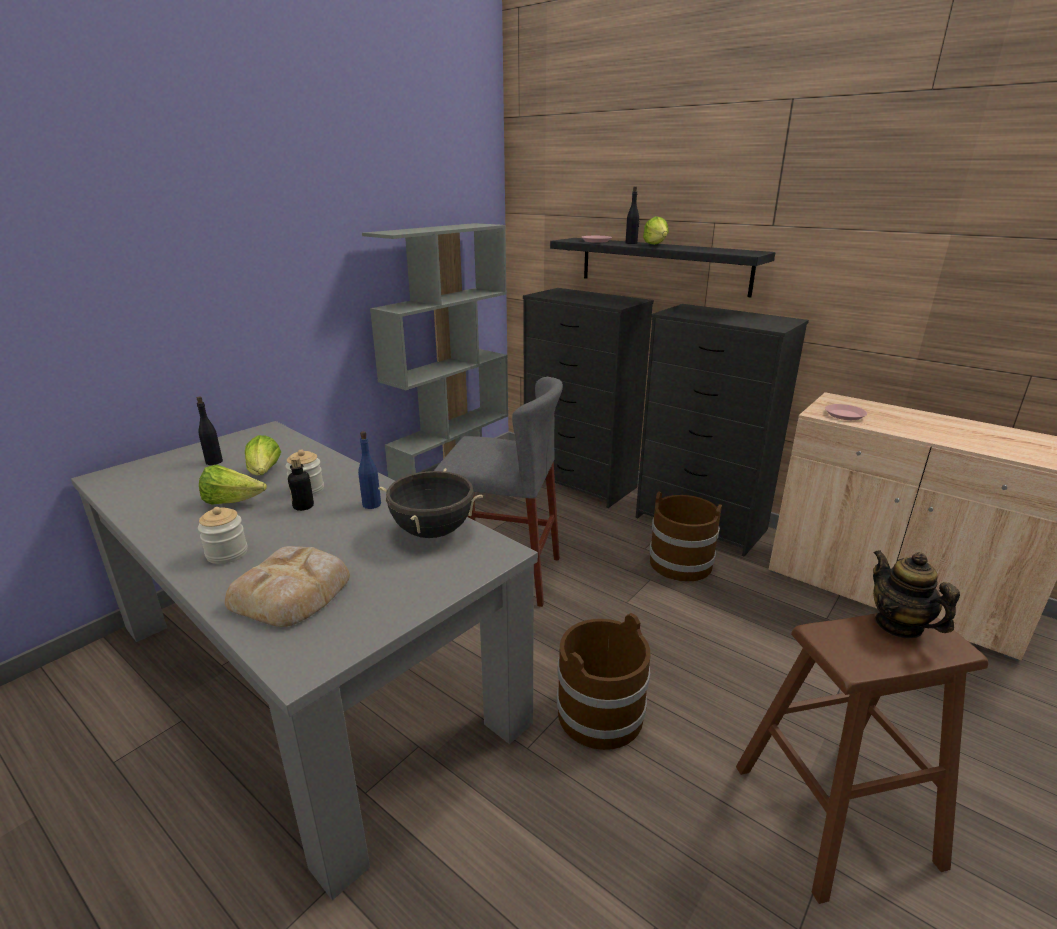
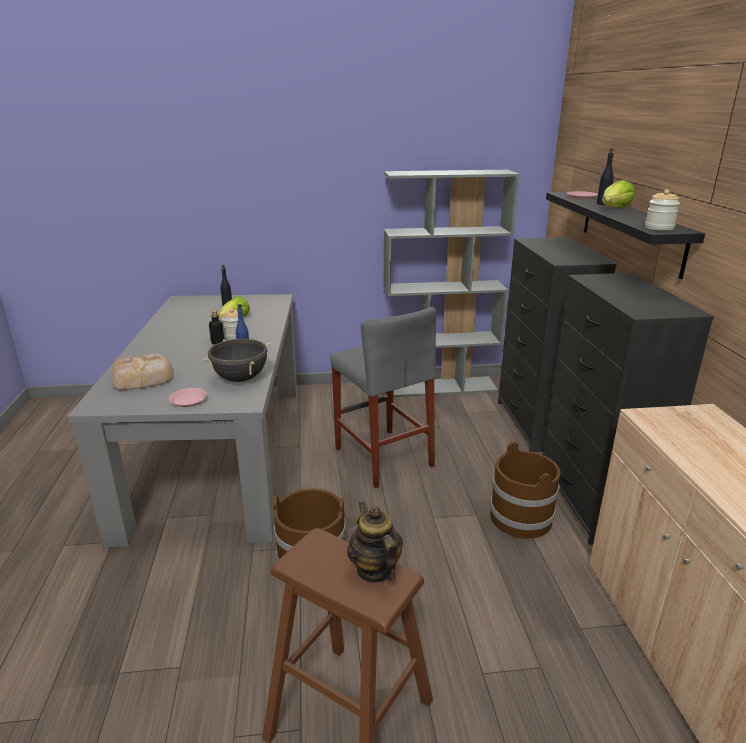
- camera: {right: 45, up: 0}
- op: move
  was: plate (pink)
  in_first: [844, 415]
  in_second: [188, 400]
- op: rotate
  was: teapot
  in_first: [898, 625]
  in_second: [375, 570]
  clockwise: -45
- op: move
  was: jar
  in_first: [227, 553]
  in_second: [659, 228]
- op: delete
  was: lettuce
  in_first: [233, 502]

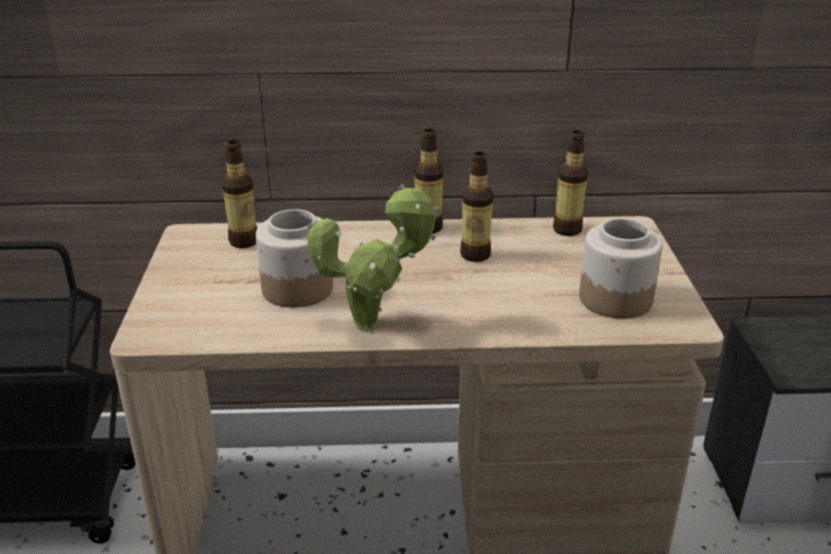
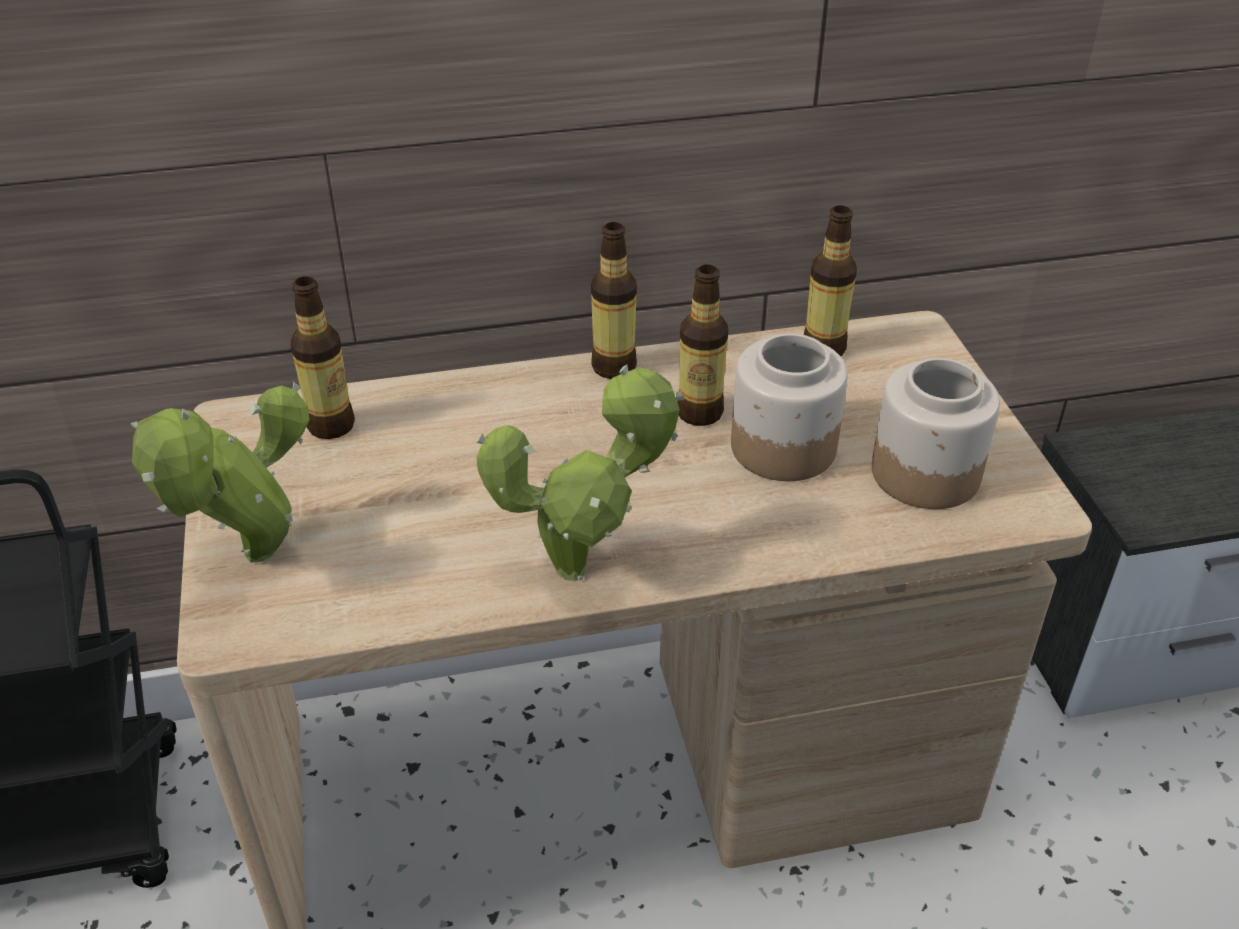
- camera: {right: -10, up: 10}
- op: insert
  now: potted plant
  in_second: [253, 561]
- op: move
  was: jar
  in_first: [296, 289]
  in_second: [782, 448]

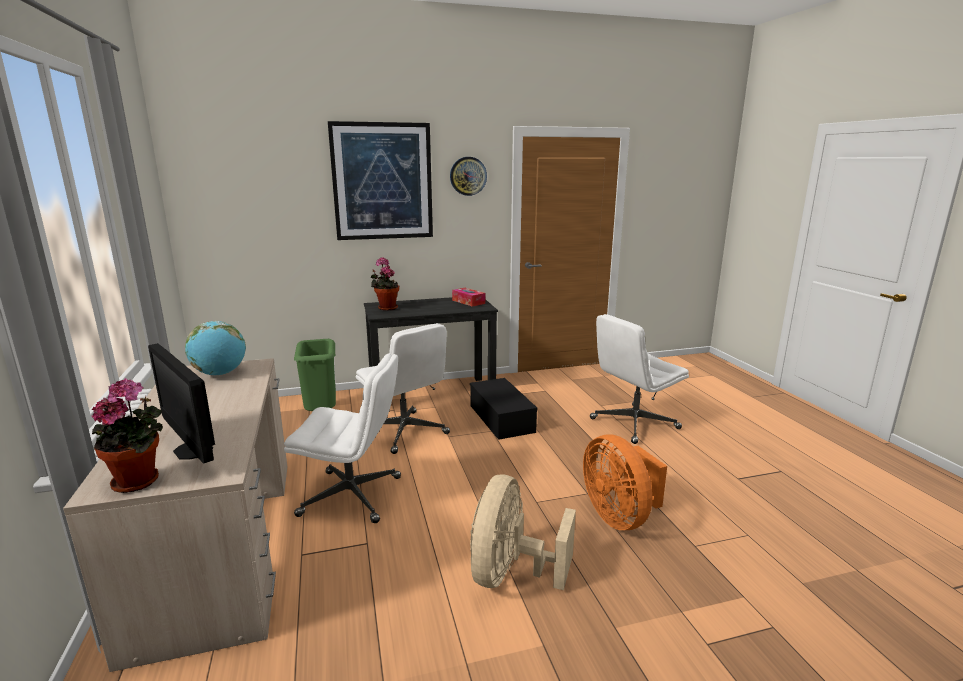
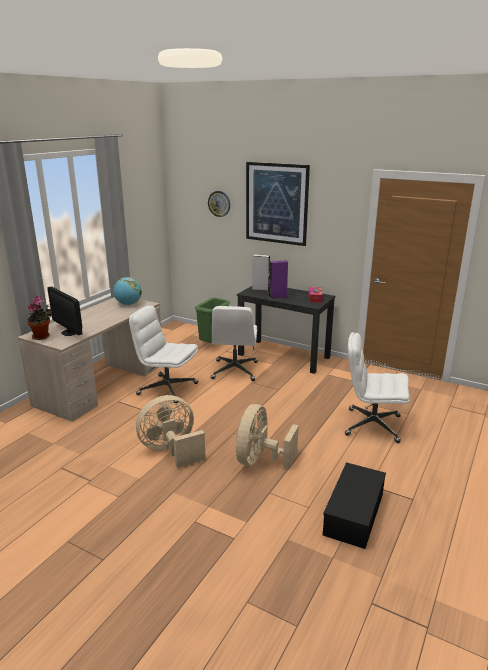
- camera: {right: 45, up: 5}
- op: rotate
  was: monitor
  in_first: [193, 450]
  in_second: [69, 332]
  clockwise: -45
- op: rotate
  was: office chair (white)
  in_first: [352, 496]
  in_second: [167, 389]
  clockwise: 150
- op: move
  was: wall clock
  in_first: [468, 176]
  in_second: [219, 203]
- op: recolor
  was: fan (orange)
  now: fan (beige)
  in_first: [619, 516]
  in_second: [260, 460]
- op: replace
  was: potted plant
  now: speaker (grey)
  in_first: [386, 308]
  in_second: [260, 289]
- op: insert
  now: speaker (purple)
  in_second: [277, 296]
- op: move
  was: storage box (black)
  in_first: [502, 419]
  in_second: [354, 515]

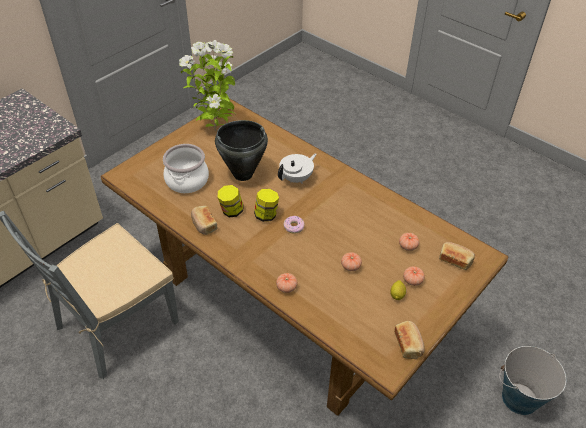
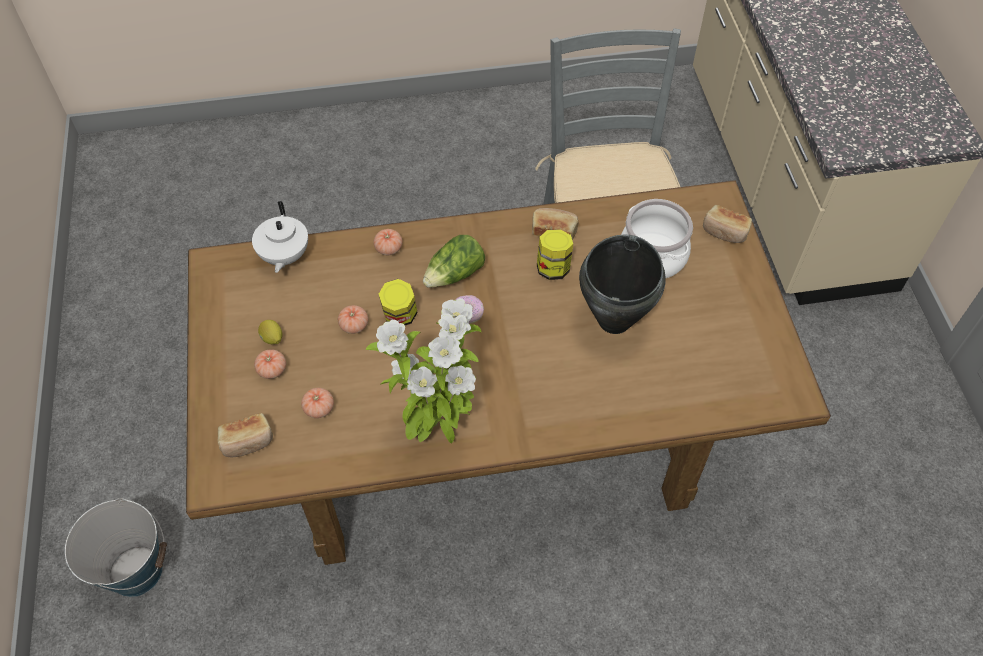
- camera: {right: 130, up: 10}
- op: move
  was: teapot (white)
  in_first: [297, 178]
  in_second: [284, 256]
- op: move
  was: potted plant
  in_first: [216, 130]
  in_second: [438, 428]
- op: move
  was: jar
  in_first: [266, 215]
  in_second: [400, 316]
- op: insert
  now: lettuce
  in_second: [455, 274]
- op: move
  was: bread
  in_first: [408, 344]
  in_second: [725, 231]

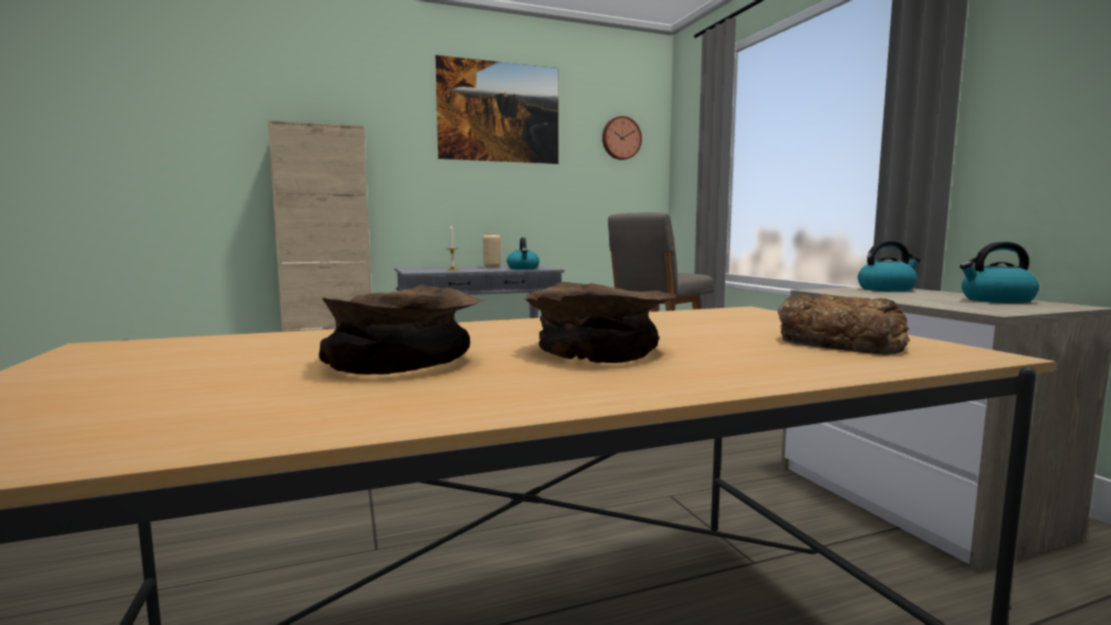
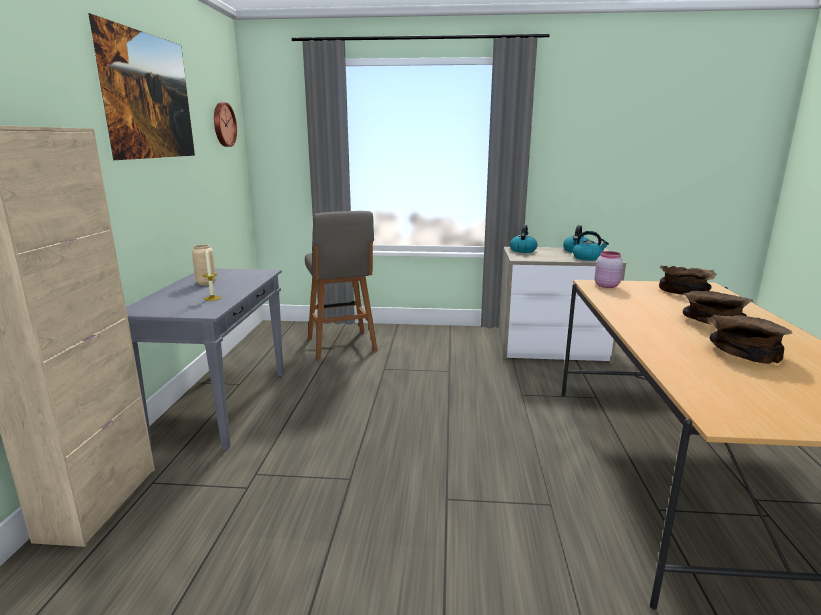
- camera: {right: -65, up: 10}
- op: move
  was: kettle
  in_first: [523, 268]
  in_second: [587, 258]
- op: insert
  now: jar (pink)
  in_second: [606, 285]
- op: replace
  was: bread
  now: bowl (brown)
  in_first: [839, 342]
  in_second: [685, 291]

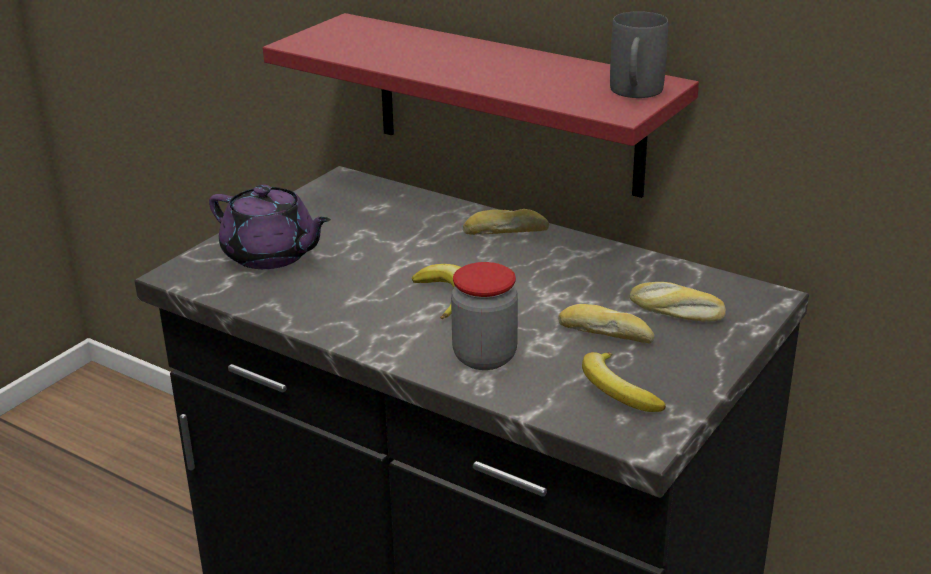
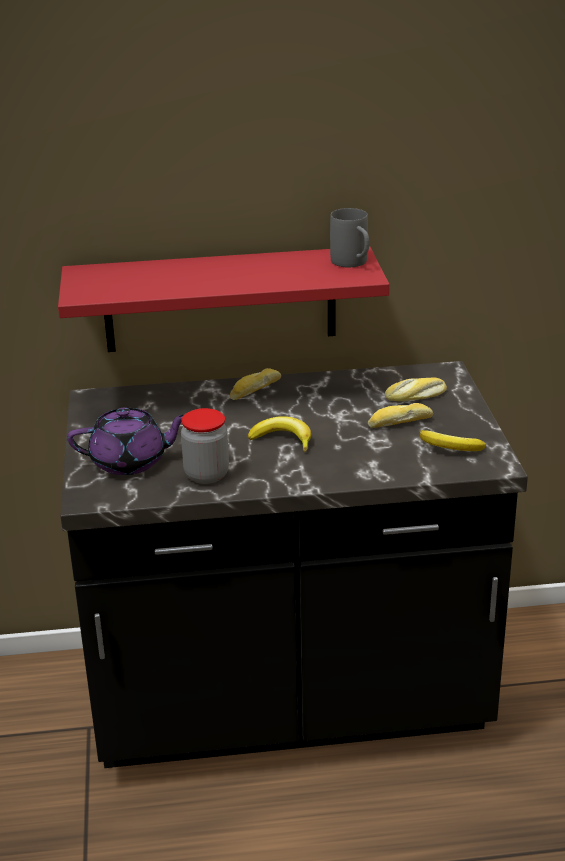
- camera: {right: -40, up: 0}
- op: move
  was: jar
  in_first: [484, 357]
  in_second: [206, 475]

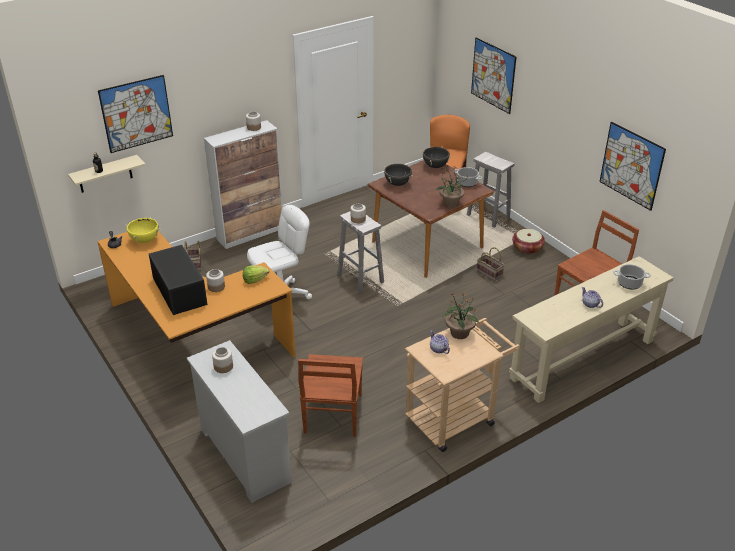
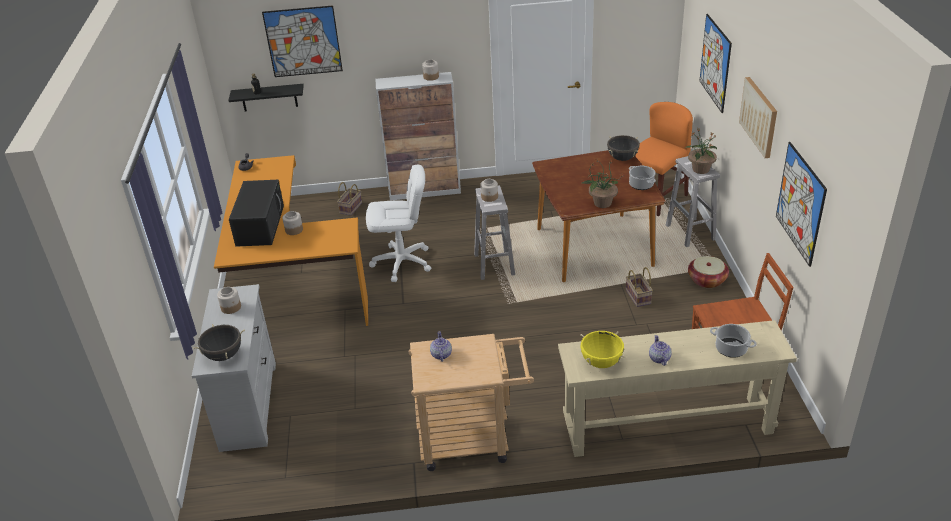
- camera: {right: 30, up: 0}
- op: move
  was: cooking pot (black)
  in_first: [397, 183]
  in_second: [224, 355]
- op: recolor
  was: shelf (beige)
  now: shelf (black)
  in_first: [105, 174]
  in_second: [269, 97]
- op: move
  was: cooking pot (yellow)
  in_first: [144, 240]
  in_second: [601, 362]
- op: move
  was: potted plant
  in_first: [459, 333]
  in_second: [700, 170]
- op: insert
  now: picture
  in_second: [759, 116]
- op: delete
  was: lettuce
  in_first: [254, 280]
- op: delete
  was: chair (brown)
  in_first: [332, 415]

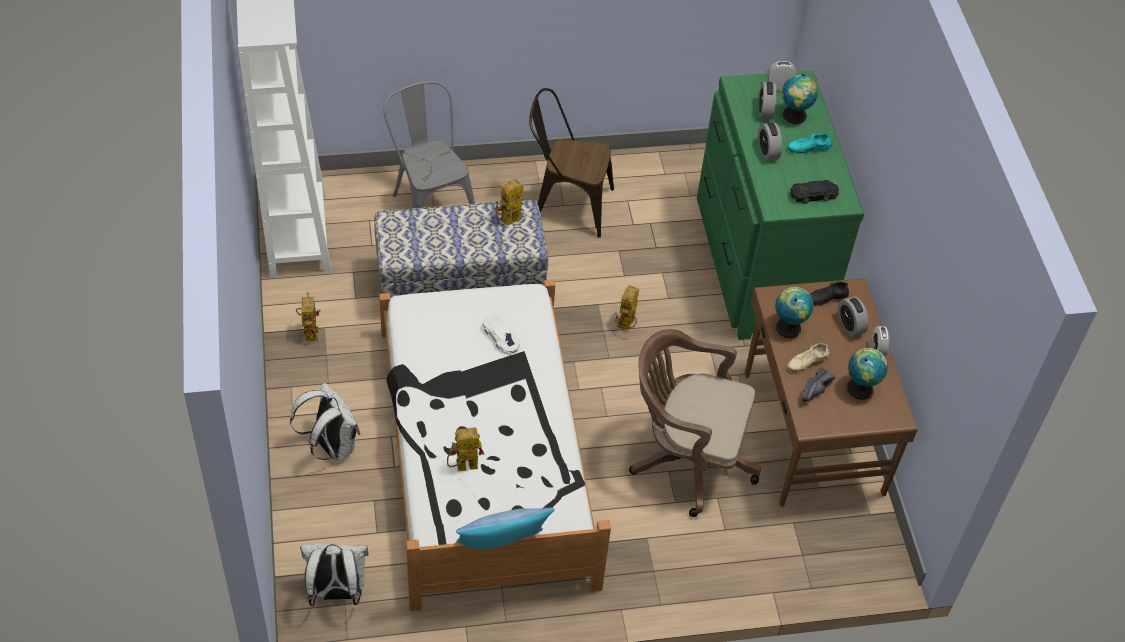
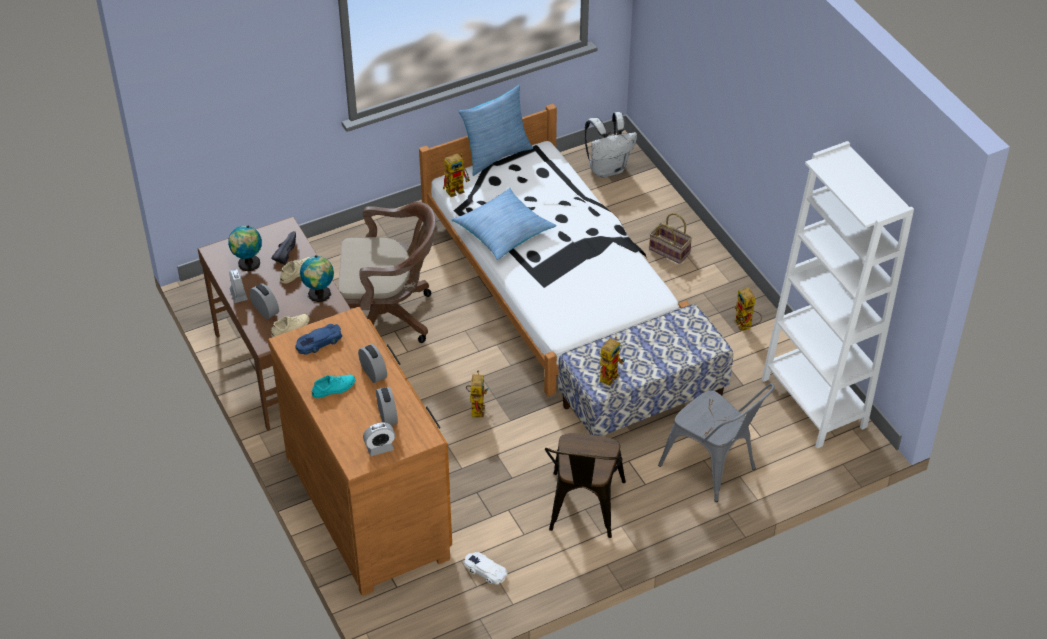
- camera: {right: 165, up: -5}
- op: recolor
  was: dresser (green)
  now: dresser (brown)
  in_first: [758, 264]
  in_second: [369, 505]
- op: recolor
  was: shoe (black)
  now: shoe (beige)
  in_first: [826, 297]
  in_second: [291, 328]
- op: recolor
  was: toy car (black)
  now: toy car (blue)
  in_first: [814, 194]
  in_second: [318, 342]
- op: move
  was: toy robot
  in_first: [462, 467]
  in_second: [458, 189]
- op: insert
  now: pillow
  in_second: [503, 231]
- op: move
  was: toy car (white)
  in_first: [501, 337]
  in_second: [485, 570]
- op: rotate
  was: chair (brown)
  in_first: [566, 204]
  in_second: [583, 511]
  clockwise: 105
- op: replace
  was: backpack (white)
  now: basket
  in_first: [331, 446]
  in_second: [670, 251]
- op: delete
  was: globe
  in_first: [794, 116]

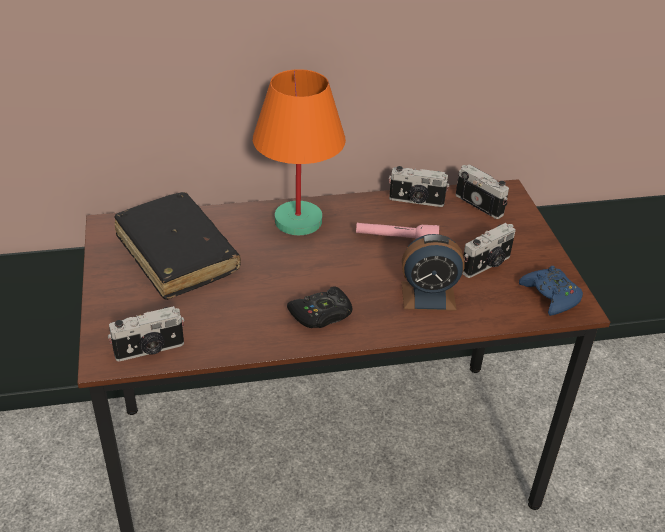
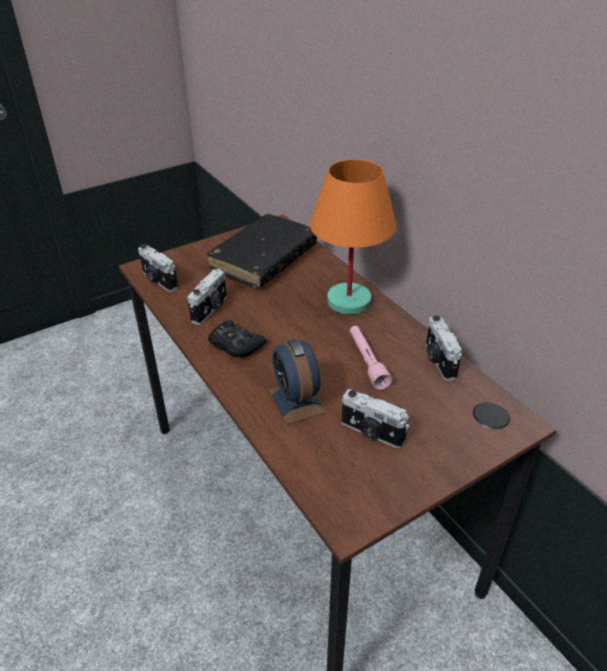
- camera: {right: 70, up: 0}
- op: move
  was: photo camera
  in_first: [480, 204]
  in_second: [211, 309]
- op: delete
  was: game controller (blue)
  in_first: [550, 296]

